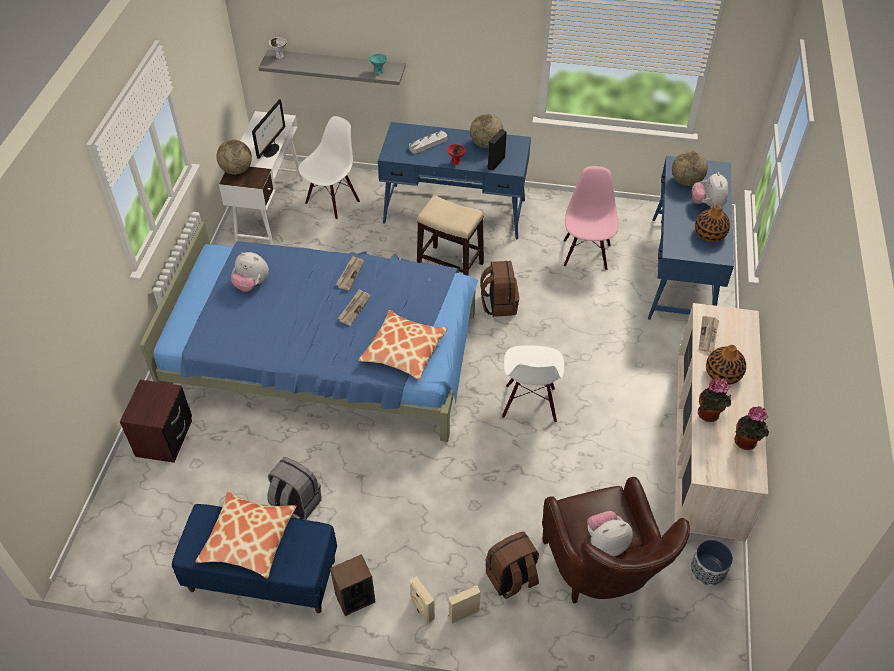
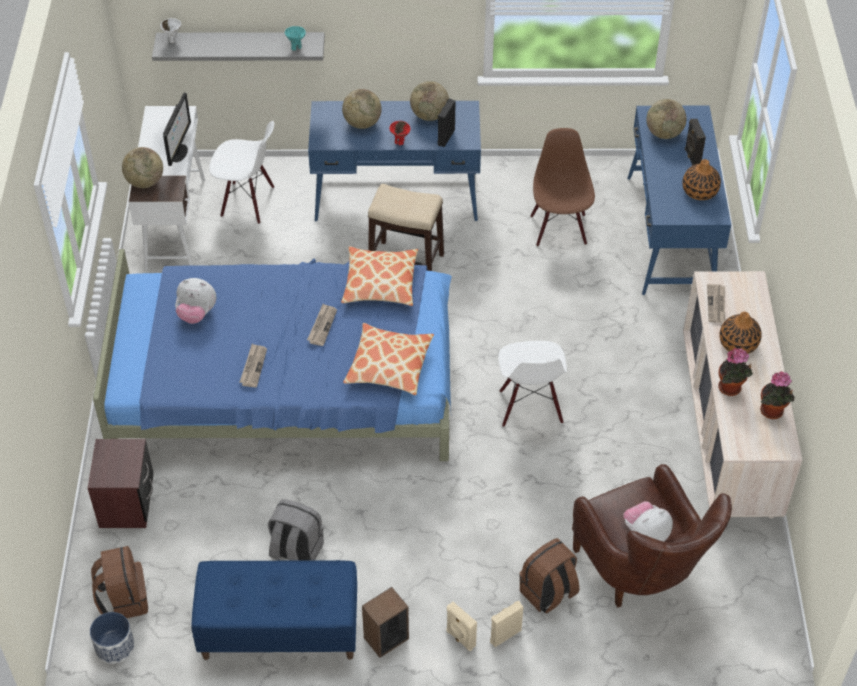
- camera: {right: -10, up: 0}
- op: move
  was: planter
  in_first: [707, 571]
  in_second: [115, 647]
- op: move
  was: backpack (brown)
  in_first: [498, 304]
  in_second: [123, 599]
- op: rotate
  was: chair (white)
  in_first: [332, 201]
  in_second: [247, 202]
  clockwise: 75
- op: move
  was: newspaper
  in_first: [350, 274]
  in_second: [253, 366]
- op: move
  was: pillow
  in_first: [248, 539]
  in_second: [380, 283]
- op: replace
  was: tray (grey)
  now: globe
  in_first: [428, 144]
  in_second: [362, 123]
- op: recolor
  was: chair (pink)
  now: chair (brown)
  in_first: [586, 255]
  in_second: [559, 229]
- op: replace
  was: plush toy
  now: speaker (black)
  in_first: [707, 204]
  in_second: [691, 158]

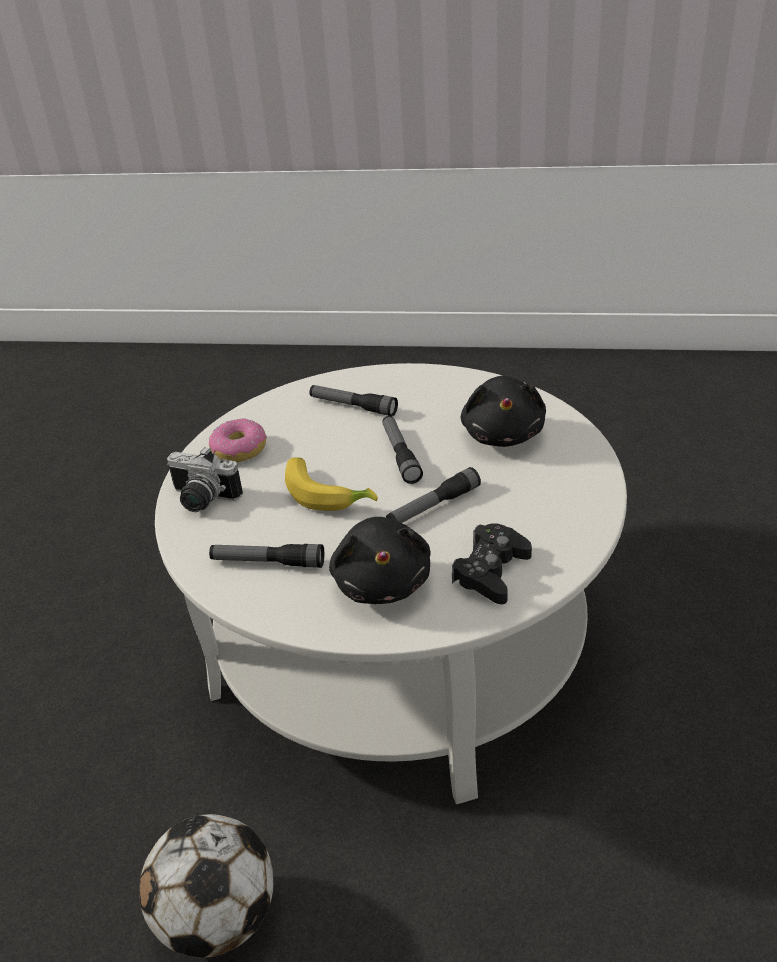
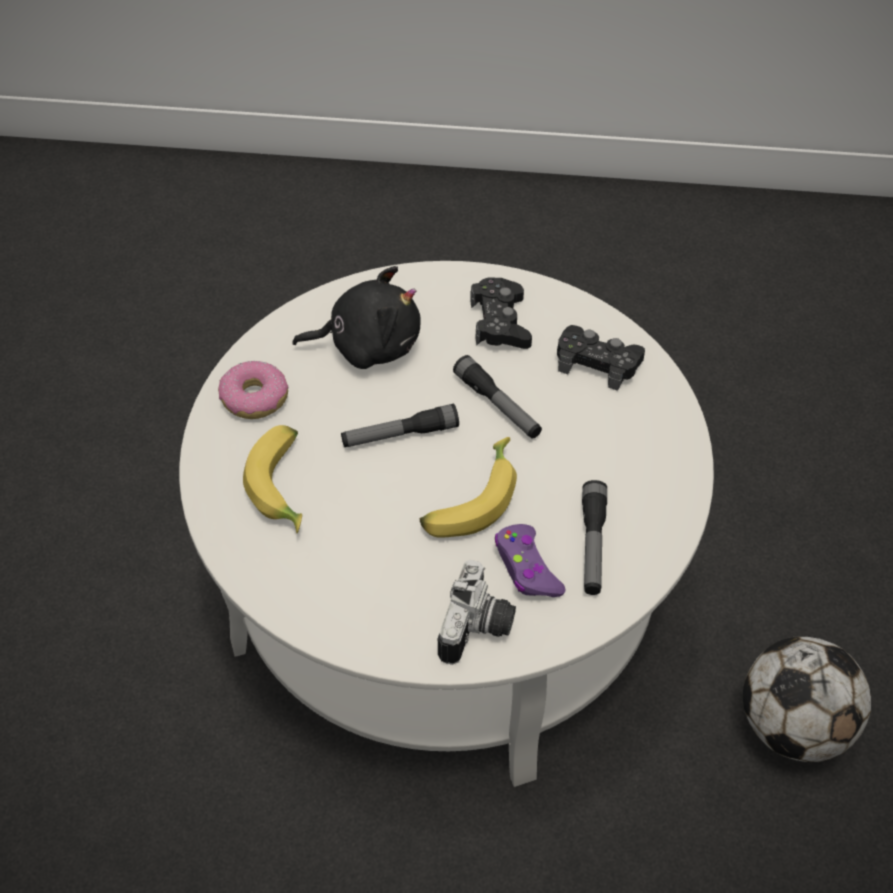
- camera: {right: -95, up: 15}
- op: move
  was: donut
  in_first: [239, 449]
  in_second: [254, 398]
- op: replace
  was: flashlight
  now: banana
  in_first: [353, 406]
  in_second: [285, 486]
- op: insert
  now: game controller (black)
  in_second: [500, 322]
- op: insert
  now: game controller (purple)
  in_second: [526, 568]
- op: delete
  was: plush toy (black)
  in_first: [382, 582]

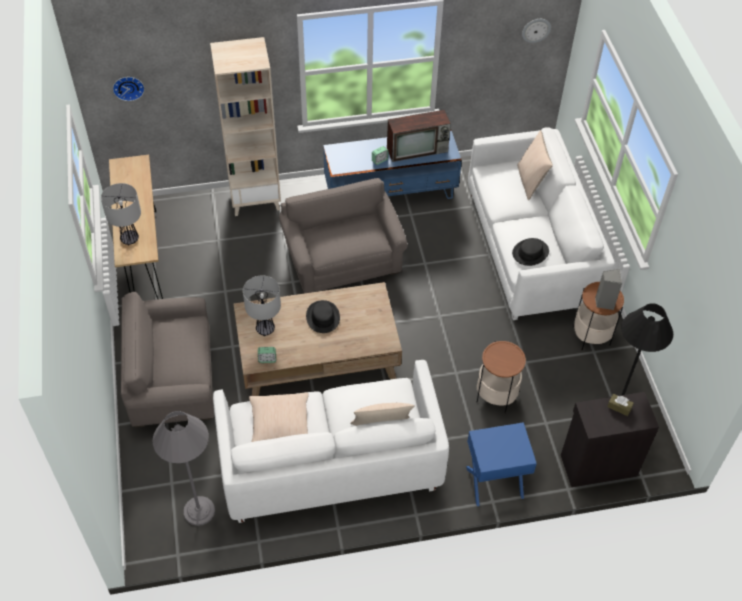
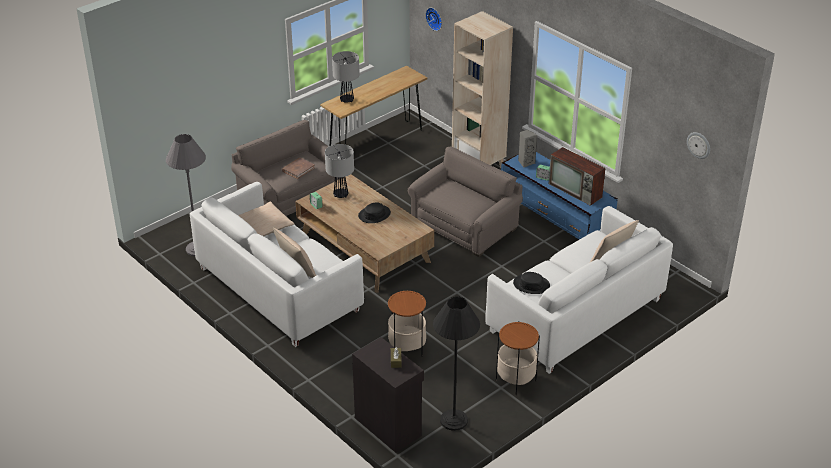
- camera: {right: 60, up: -15}
- op: insert
  now: book (brown)
  in_second: [298, 169]
- op: move
  was: speaker (grey)
  in_first: [604, 302]
  in_second: [526, 162]
- op: delete
  was: nightstand (blue)
  in_first: [494, 483]

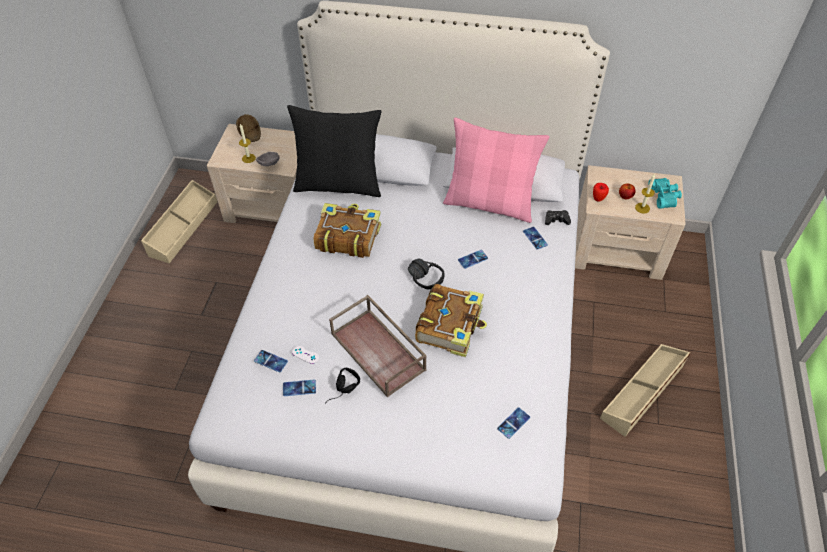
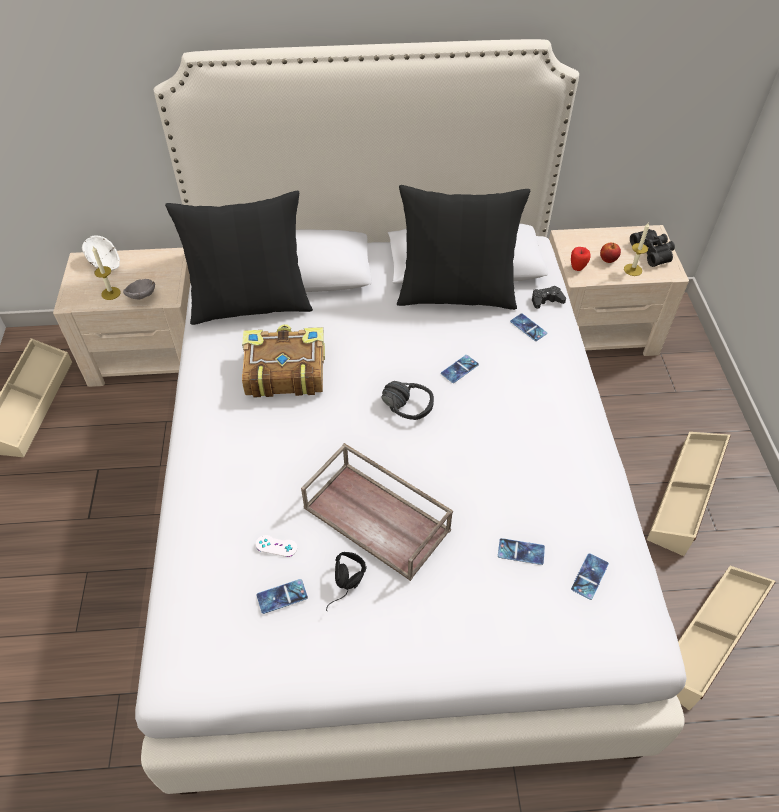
- camera: {right: -15, up: 0}
- op: recolor
  was: bowl (brown)
  now: bowl (white)
  in_first: [250, 135]
  in_second: [104, 263]
- op: recolor
  was: pillow (pink)
  now: pillow (black)
  in_first: [489, 203]
  in_second: [456, 295]
- op: move
  was: phone
  in_first: [271, 361]
  in_second: [521, 551]
- op: recolor
  was: binoculars (turquoise)
  now: binoculars (black)
  in_first: [664, 196]
  in_second: [653, 252]
- op: insert
  now: storage box (beige)
  in_second: [709, 639]
- op: delete
  was: book
  in_first: [451, 325]

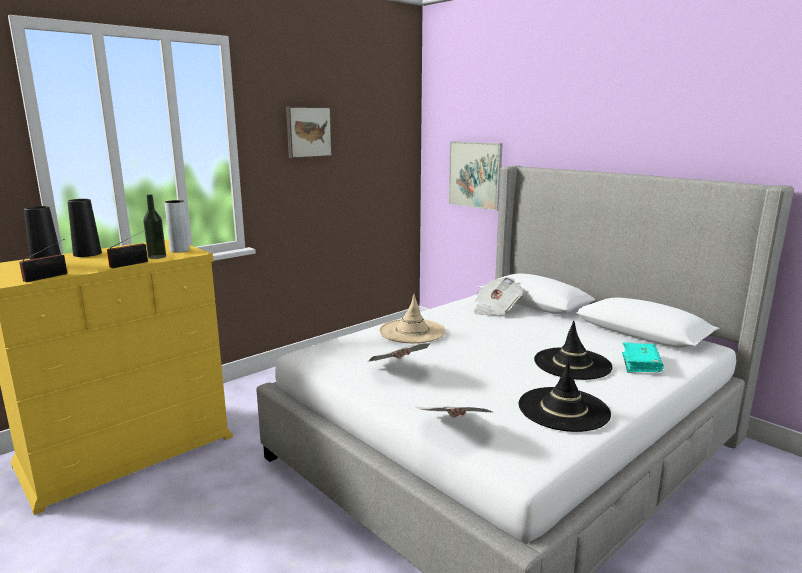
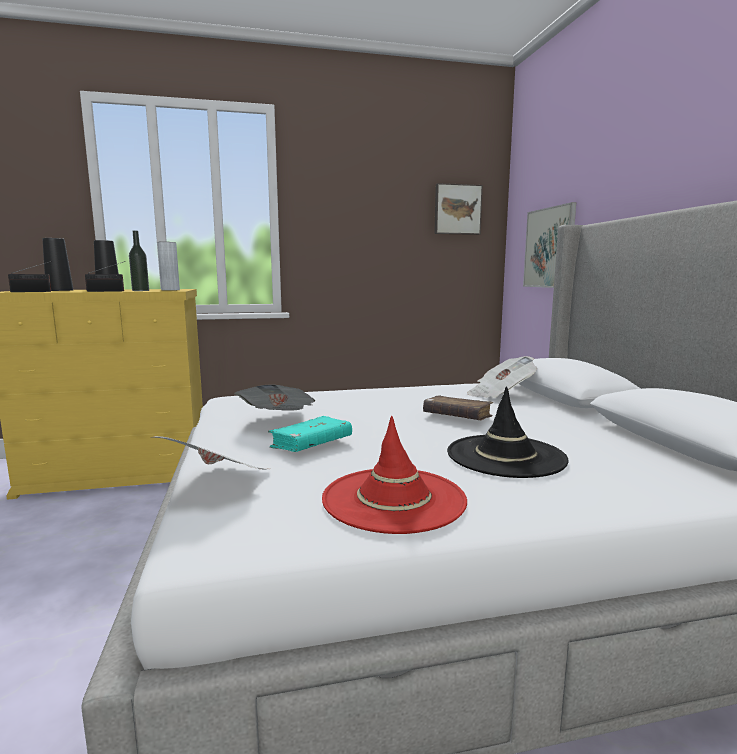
- camera: {right: 30, up: -5}
- op: move
  was: book (turquoise)
  in_first: [640, 364]
  in_second: [311, 444]
- op: recolor
  was: hat (black)
  now: hat (red)
  in_first: [563, 409]
  in_second: [394, 499]
- op: insert
  now: book (brown)
  in_second: [457, 417]
- op: move
  was: picture
  in_first: [308, 132]
  in_second: [457, 209]
- op: delete
  was: hat (beige)
  in_first: [412, 331]

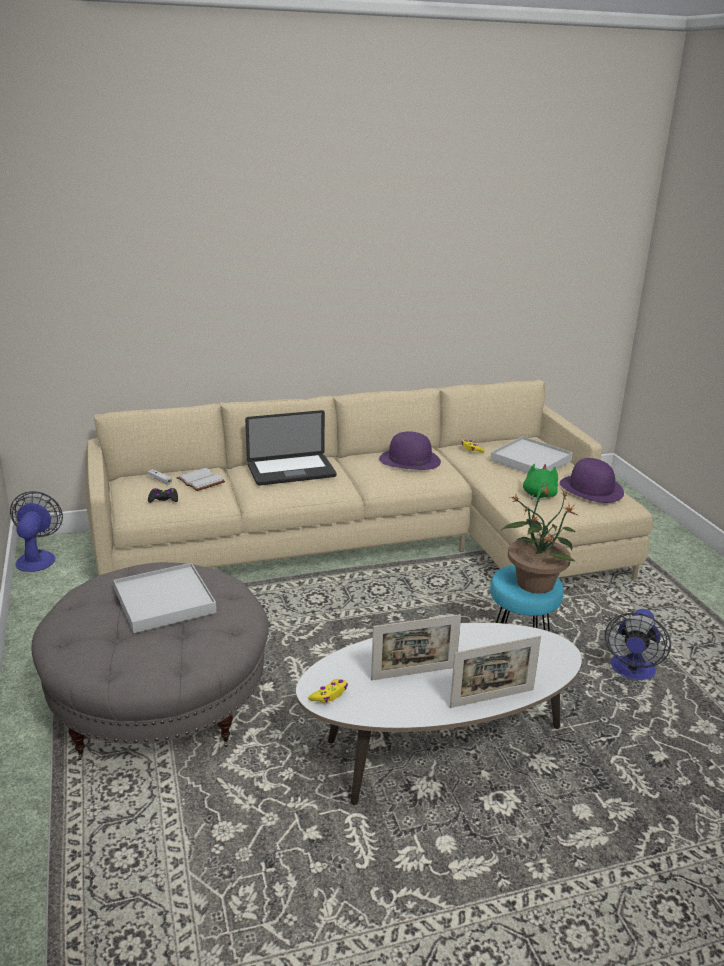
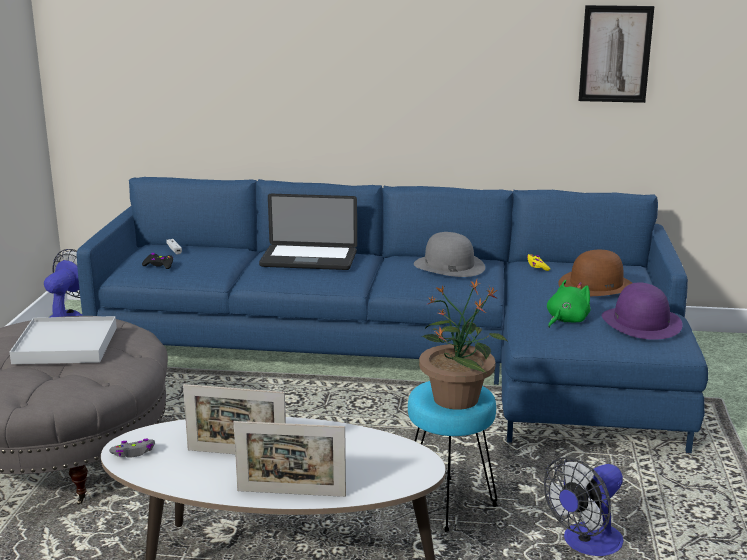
- camera: {right: 25, up: -5}
- op: recolor
  was: sofa (beige)
  now: sofa (blue)
  in_first: [378, 541]
  in_second: [409, 359]
- op: recolor
  was: game controller (yellow)
  now: game controller (grey)
  in_first: [329, 695]
  in_second: [134, 453]
- op: recolor
  was: hat (purple)
  now: hat (grey)
  in_first: [409, 460]
  in_second: [448, 266]
- op: replace
  was: tray (white)
  now: hat (brown)
  in_first: [530, 460]
  in_second: [596, 285]
- op: insert
  now: picture
  in_second: [615, 54]
- op: delete
  was: book (white)
  in_first: [202, 481]

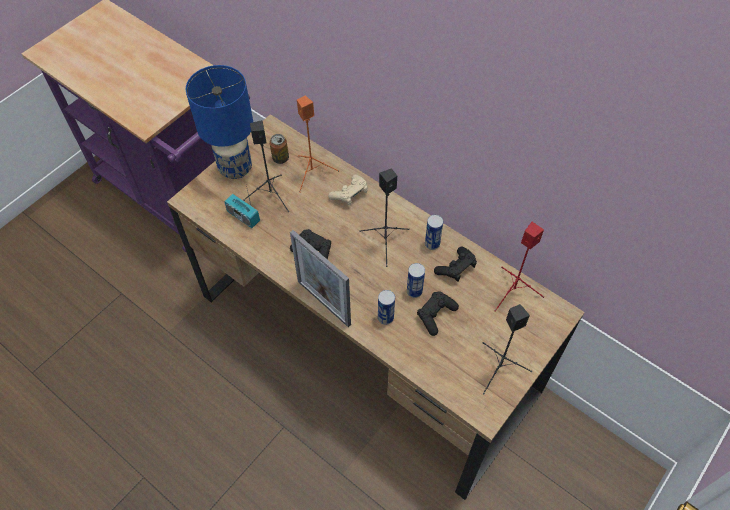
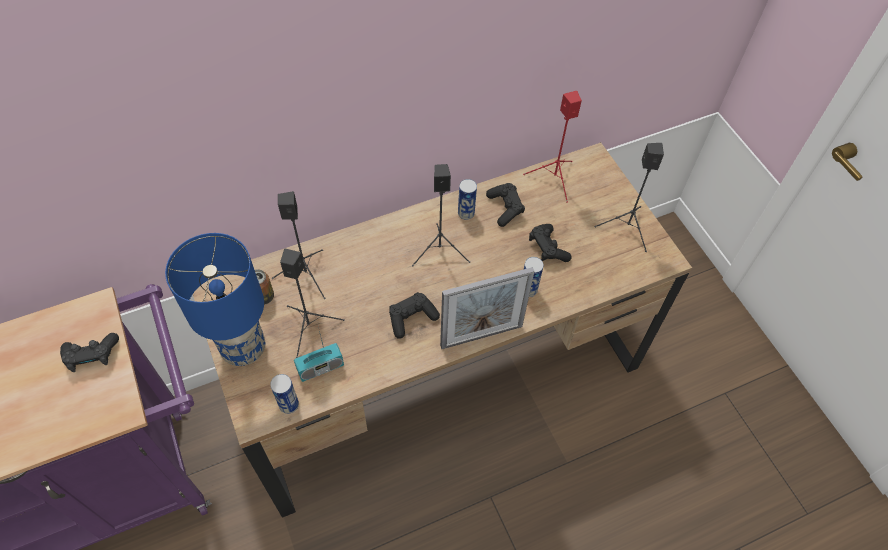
- camera: {right: -65, up: 0}
- op: insert
  now: game controller (black)
  in_second: [92, 356]
- op: move
  was: can
  in_first: [414, 291]
  in_second: [289, 405]
- op: recolor
  was: speaker (orange)
  now: speaker (black)
  in_first: [313, 172]
  in_second: [306, 274]
- op: delete
  was: game controller (beige)
  in_first: [350, 194]

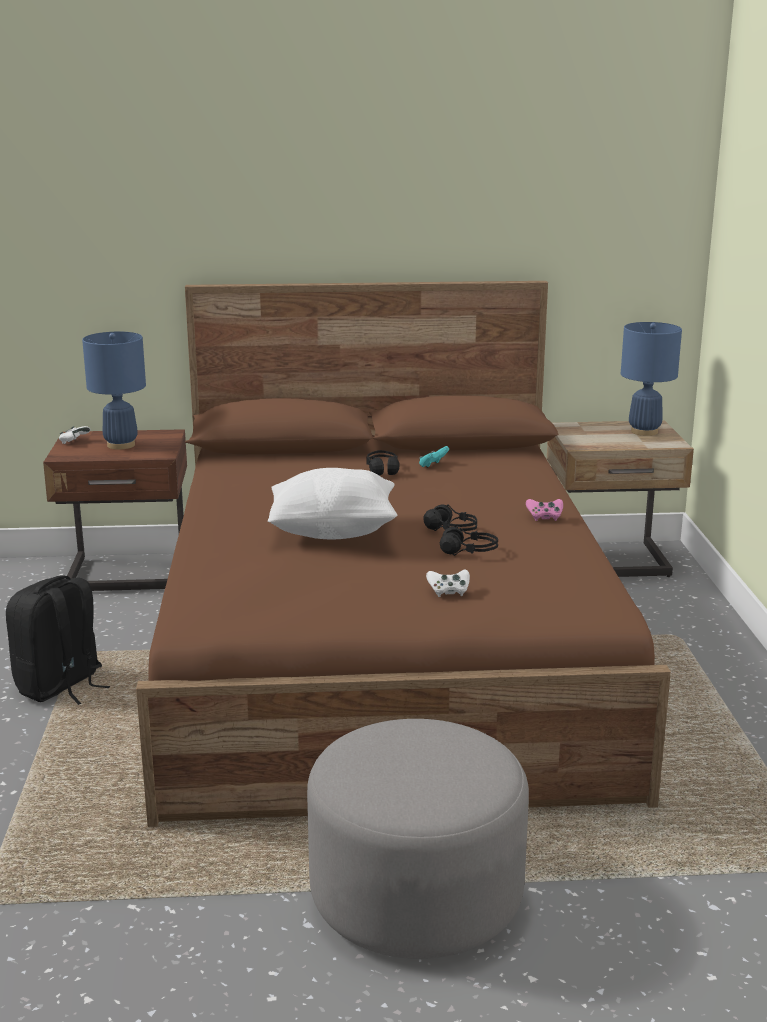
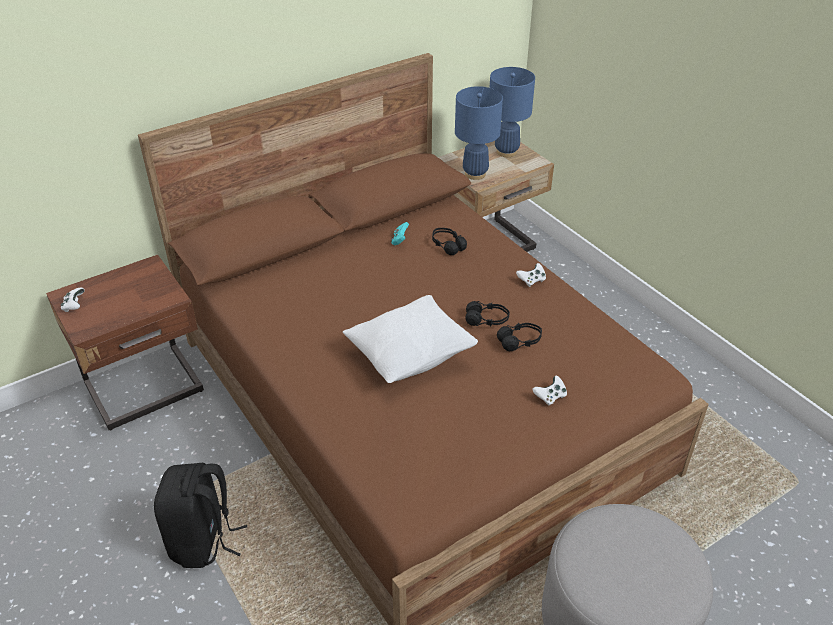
- camera: {right: -30, up: 20}
- op: move
  was: headphones (black)
  in_first: [382, 470]
  in_second: [447, 246]
- op: move
  was: table lamp (blue)
  in_first: [121, 445]
  in_second: [475, 174]
- op: recolor
  was: game controller (pink)
  now: game controller (white)
  in_first: [544, 517]
  in_second: [531, 281]

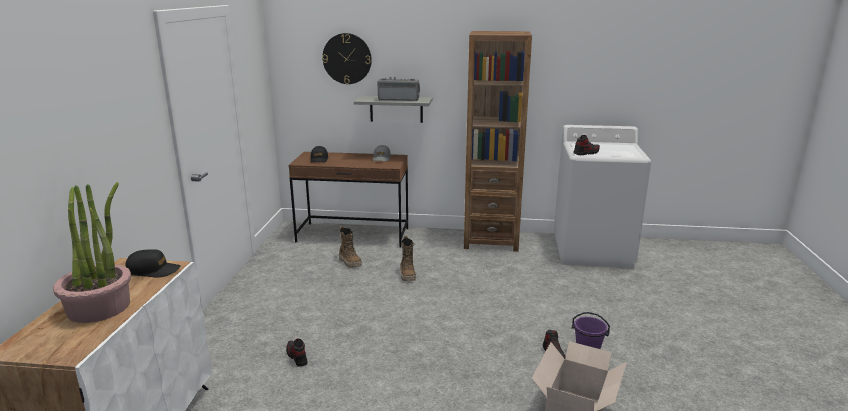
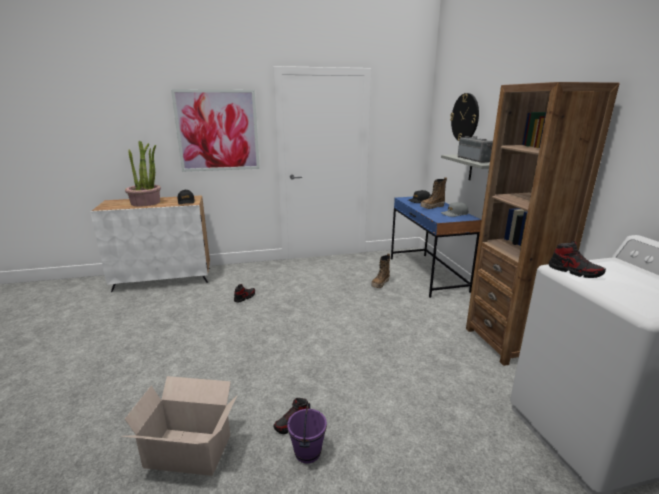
- camera: {right: 70, up: 0}
- op: insert
  now: picture
  in_second: [217, 131]
- op: recolor
  was: desk (brown)
  now: desk (blue)
  in_first: [353, 235]
  in_second: [427, 274]
- op: move
  was: boot
  in_first: [407, 275]
  in_second: [432, 207]

